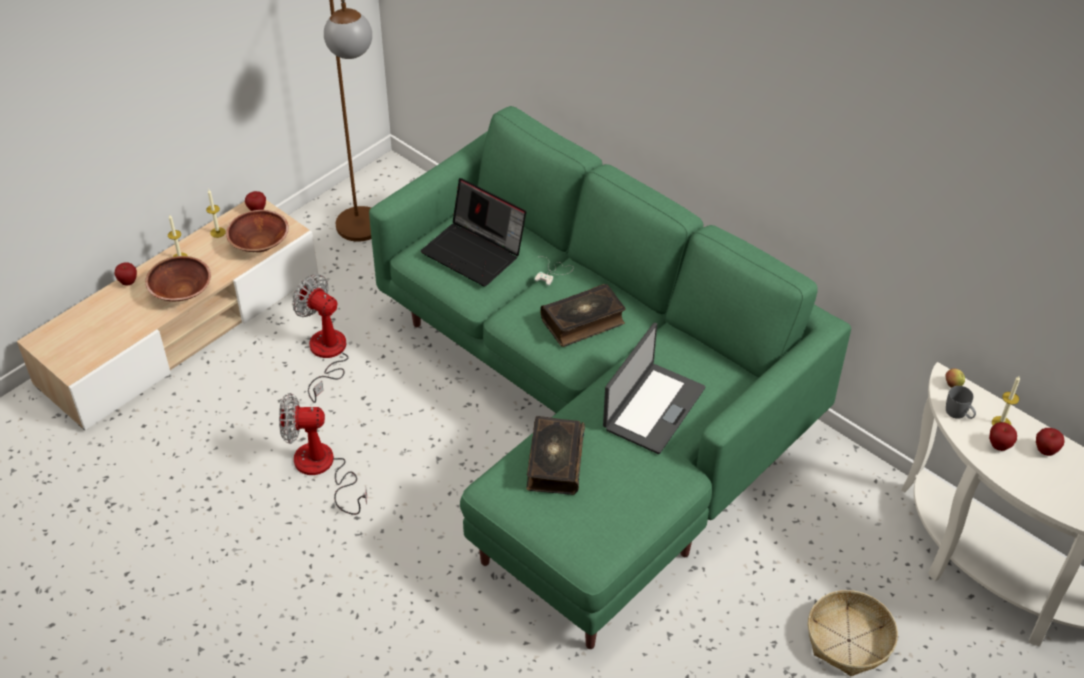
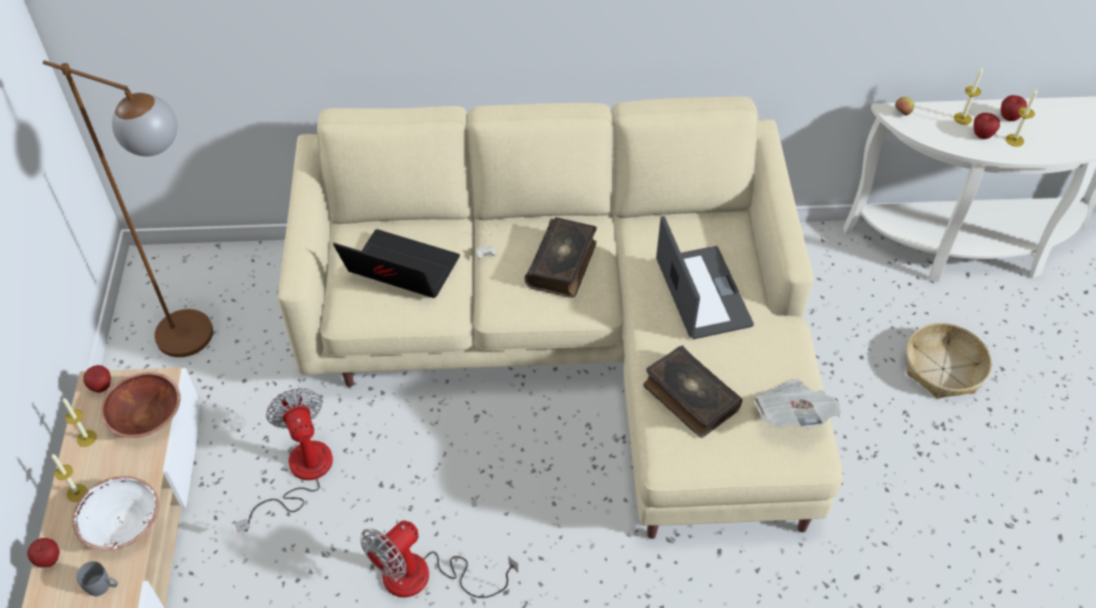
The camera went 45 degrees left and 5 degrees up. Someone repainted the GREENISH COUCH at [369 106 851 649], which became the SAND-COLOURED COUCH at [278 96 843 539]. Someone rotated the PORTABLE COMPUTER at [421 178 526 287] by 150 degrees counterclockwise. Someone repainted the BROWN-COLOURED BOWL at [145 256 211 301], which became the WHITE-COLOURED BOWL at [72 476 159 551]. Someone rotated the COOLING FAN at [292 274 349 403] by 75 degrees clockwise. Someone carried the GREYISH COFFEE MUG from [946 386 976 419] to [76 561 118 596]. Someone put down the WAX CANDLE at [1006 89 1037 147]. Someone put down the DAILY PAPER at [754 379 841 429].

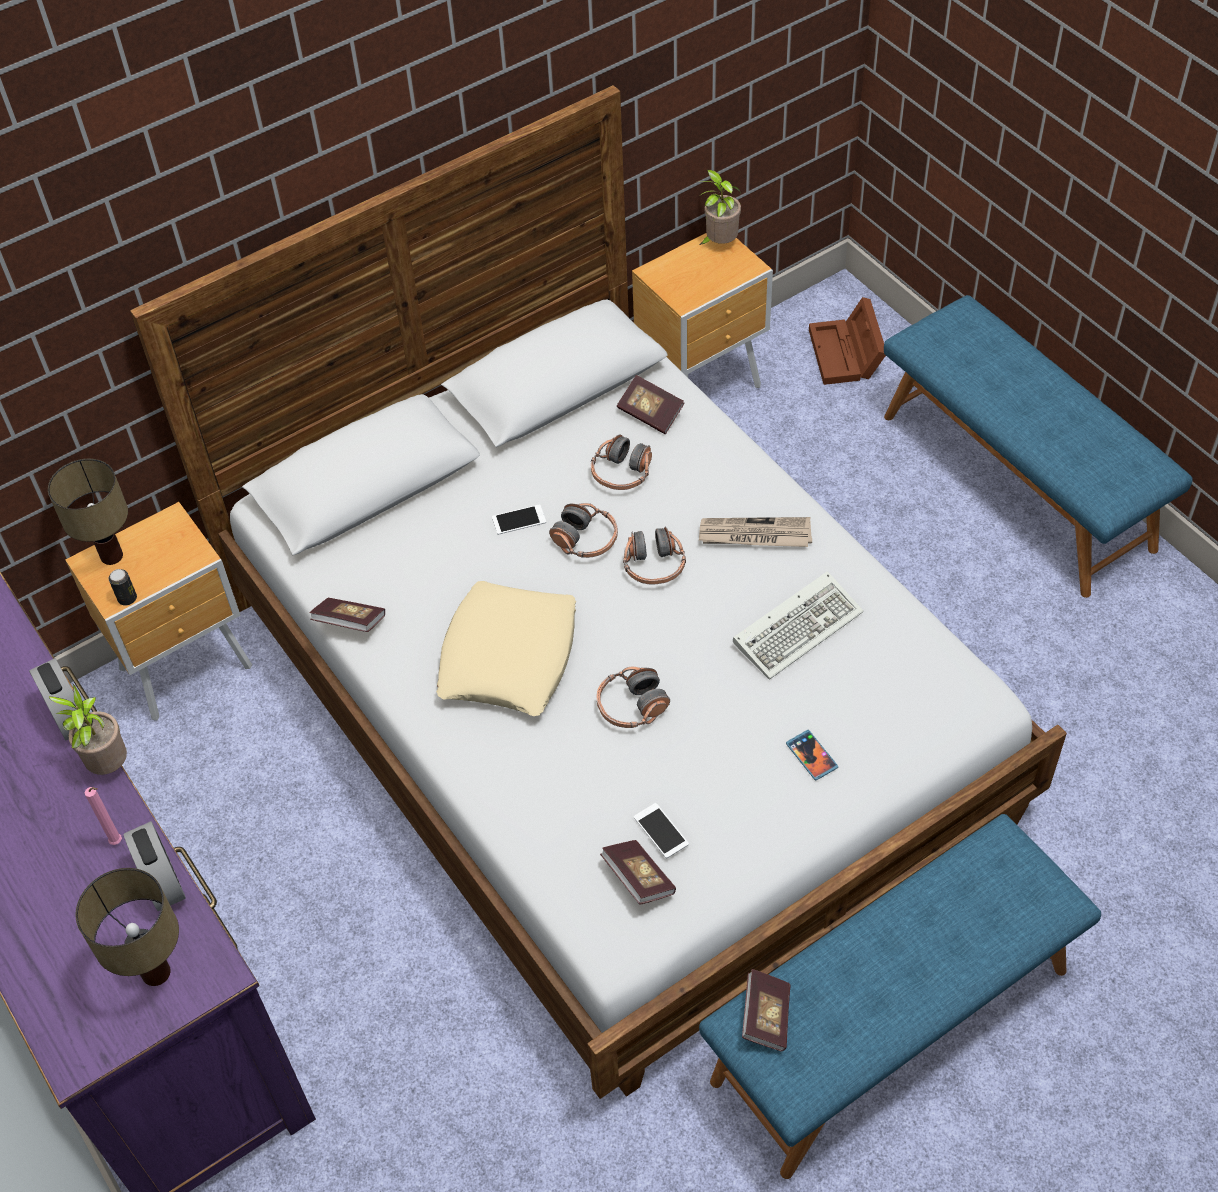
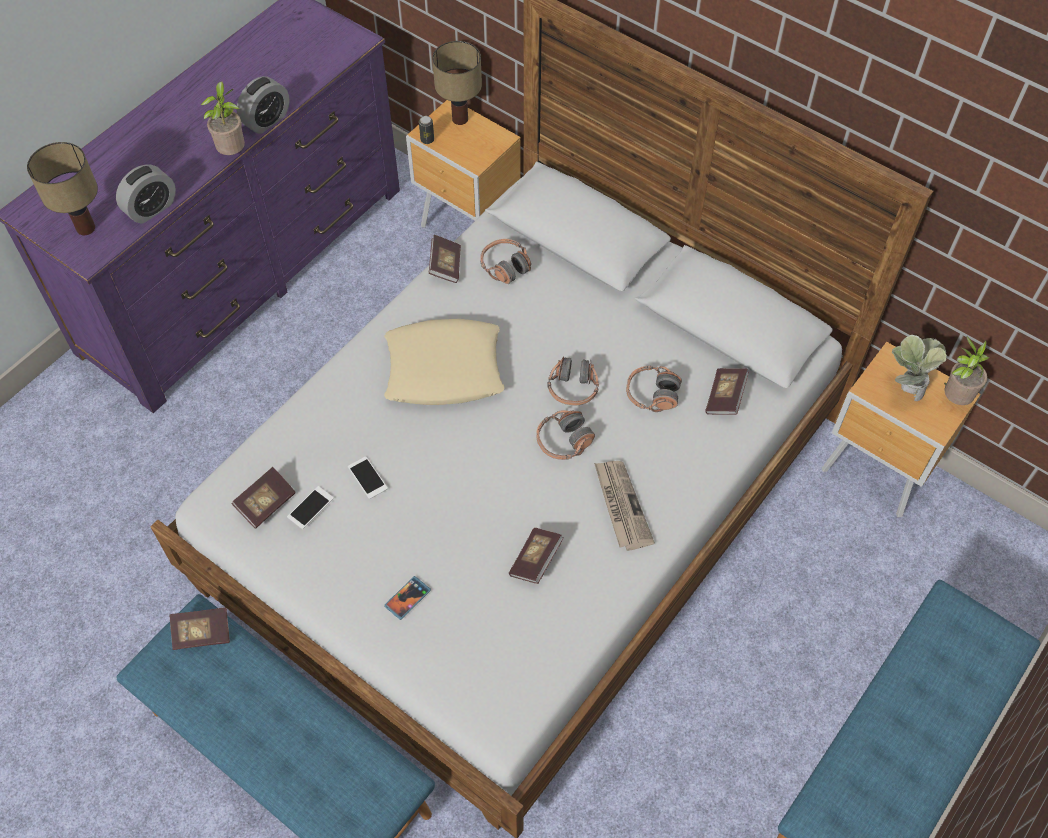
The camera went 70 degrees right and 5 degrees up. Someone took away the BROWN-COLOURED STORAGE BIN at [809 297 886 385]. Someone carried the HANDSET from [492 504 546 535] to [348 456 388 499]. Someone swapped the PC KEYBOARD at [733 571 864 680] for the VOLUME at [509 527 564 584]. Someone carried the HEADPHONES from [597 667 670 728] to [480 239 531 284]. Someone took away the PINKISH WAX CANDLE at [85 787 122 845]. Someone put down the PLANT IN A POT at [892 335 947 401].

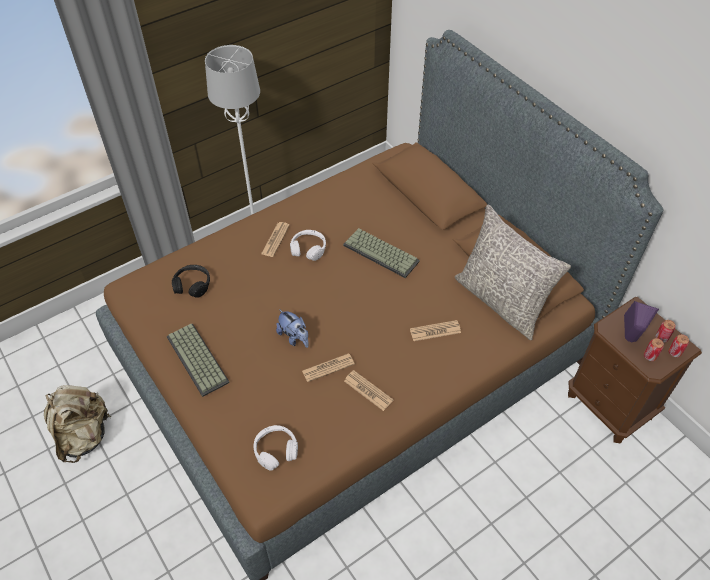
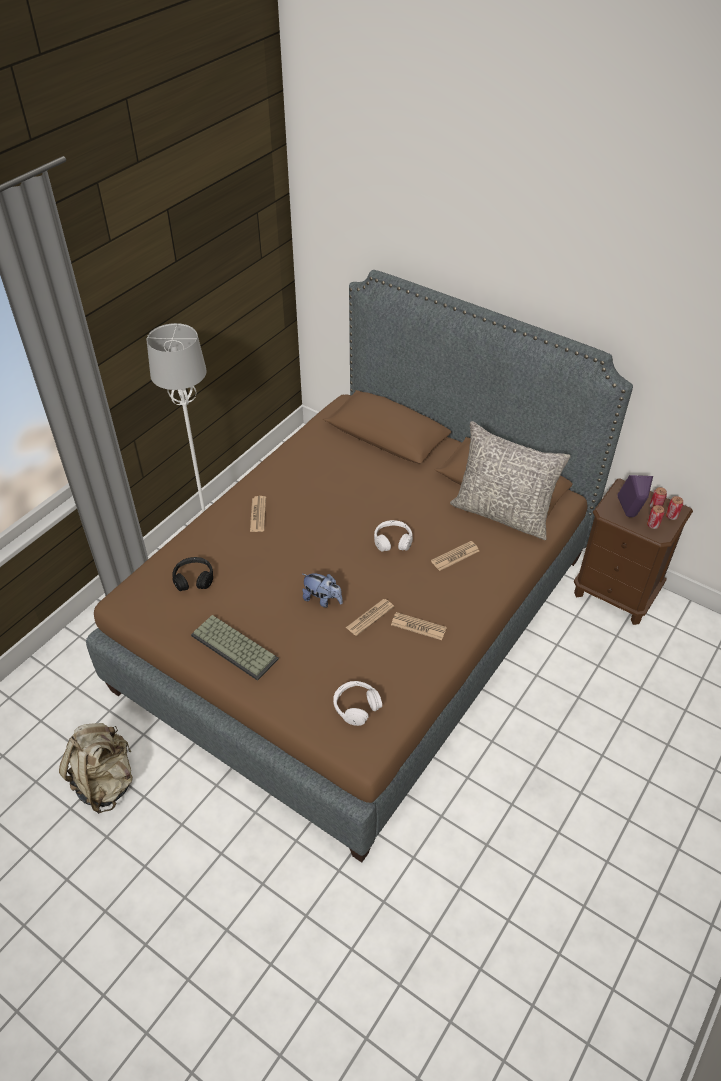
The camera went 20 degrees left and 5 degrees down. Someone took away the PC KEYBOARD at [343 228 420 278]. Someone carried the WHITE-COLOURED HEADPHONES from [290 230 326 261] to [374 520 413 551].

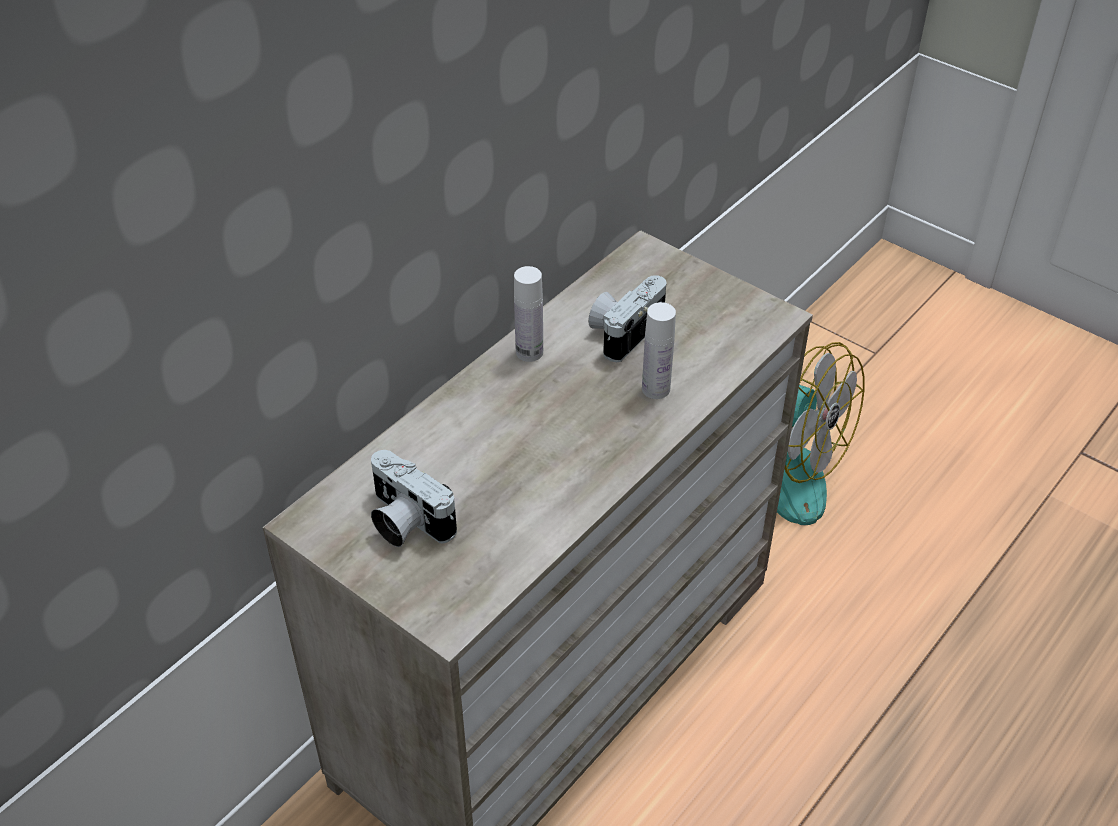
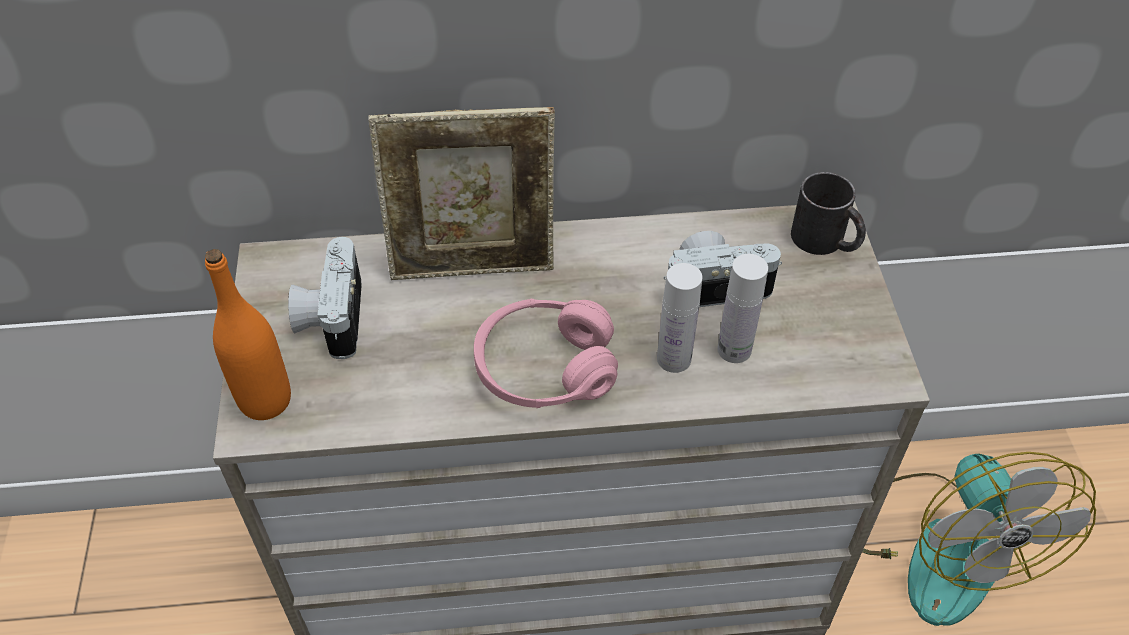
The camera went 45 degrees right and 5 degrees up. Someone carried the WHITE-COLOURED BEVERAGE BOTTLE from [514 266 543 362] to [717 254 768 363]. Someone put down the PICTURE FRAME at [368 107 555 280]. Someone put down the BLACKISH COFFEE MUG at [791 172 866 255]. Someone put down the ORANGE BEVERAGE BOTTLE at [205 249 291 420]. Someone put down the PINKISH HEADPHONES at [474 299 618 408].

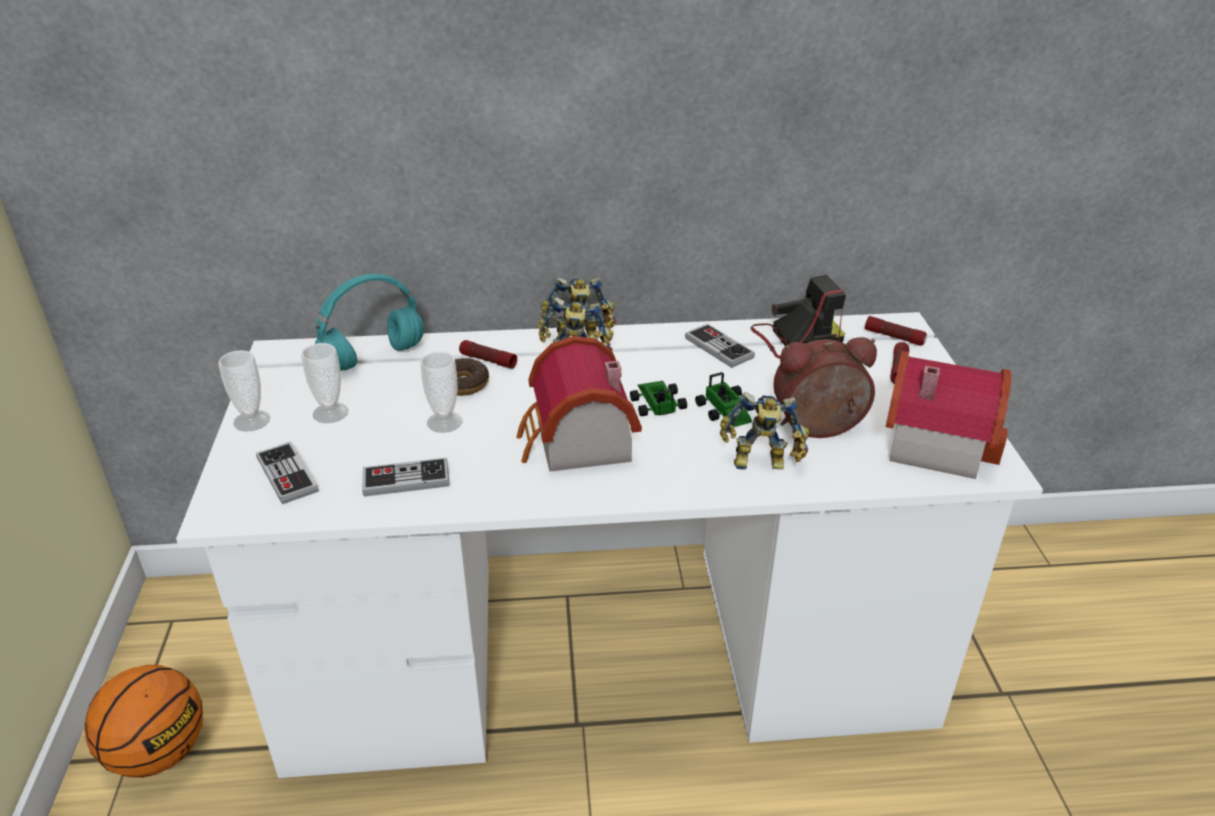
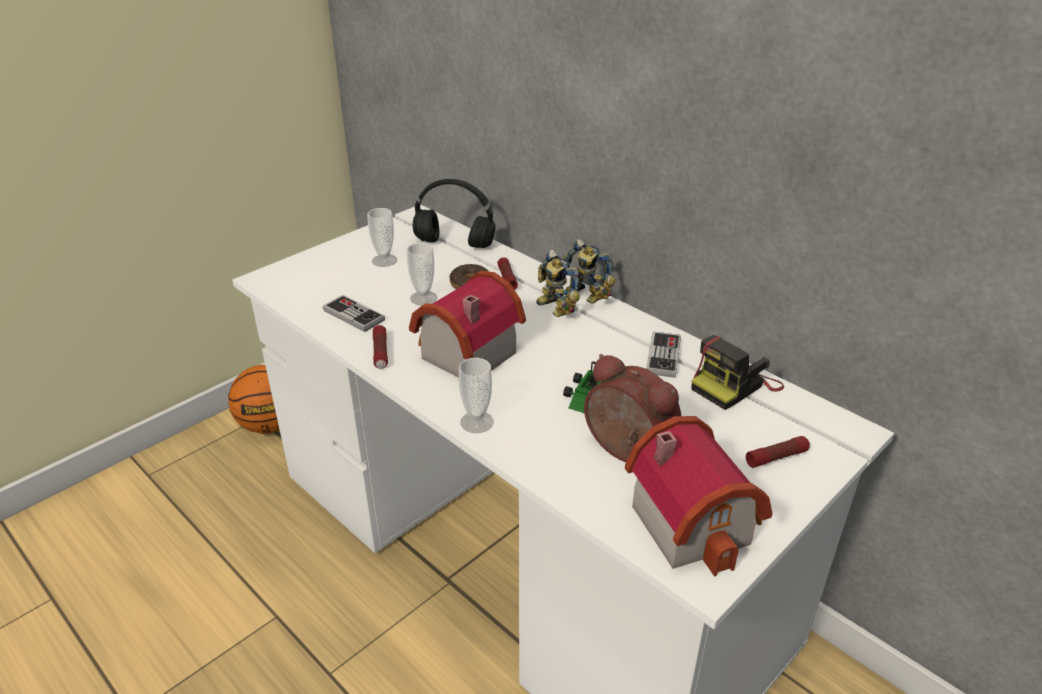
The camera went 50 degrees right and 0 degrees up. Someone repainted the BLUE-GREEN HEADPHONES at [315 273 424 371], which became the BLACKISH HEADPHONES at [413 179 495 248]. Someone rotated the STILL CAMERA at [751 275 846 359] by 105 degrees clockwise. Someone carried the TORCH from [865 316 927 346] to [373 325 388 369]. Someone carried the CUP from [218 350 270 432] to [459 358 494 433]. Someone took away the MINIATURE CAR at [630 381 687 416]. Someone took away the ROBOT FIGURE at [720 392 809 470]. Someone took away the GAME CONTROLLER at [256 442 319 504].

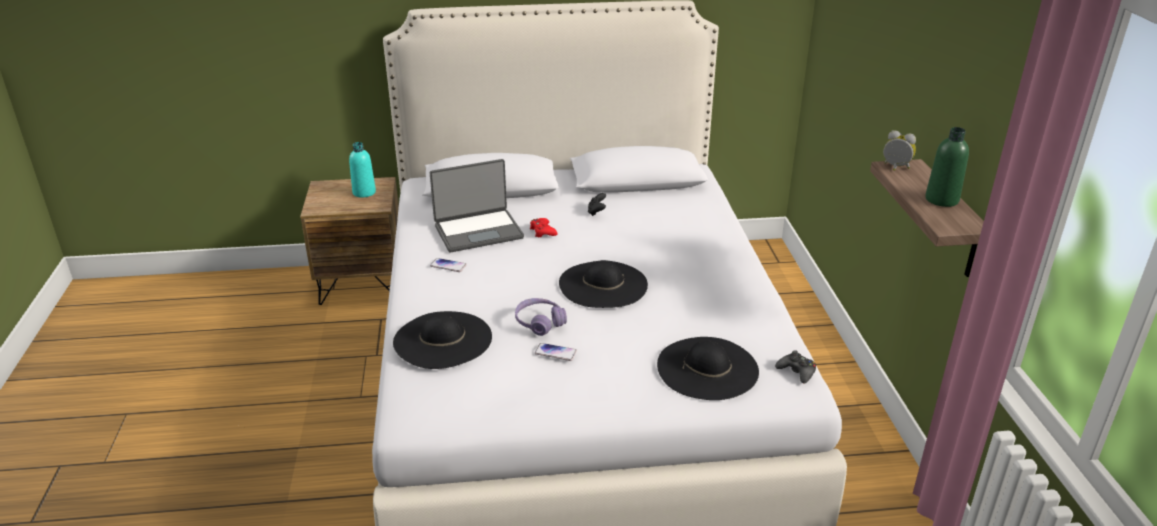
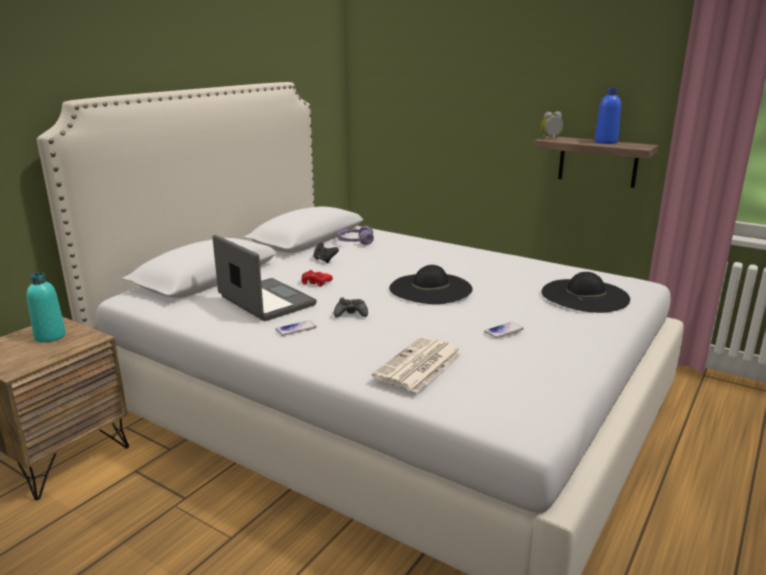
The camera went 50 degrees left and 10 degrees down. Someone repainted the GREENISH BEVERAGE BOTTLE at [925 127 969 207], which became the BLUISH BEVERAGE BOTTLE at [594 88 621 144]. Someone rotated the PORTABLE COMPUTER at [430 159 524 253] by 60 degrees counterclockwise. Someone carried the PURPLISH HEADPHONES from [515 298 567 336] to [338 226 374 245]. Someone swapped the BLACKISH WEARABLE HAT at [393 311 492 369] for the DAILY PAPER at [372 337 462 393]. Someone carried the BLACKISH GAME CONTROLLER from [775 350 816 384] to [334 298 368 317].

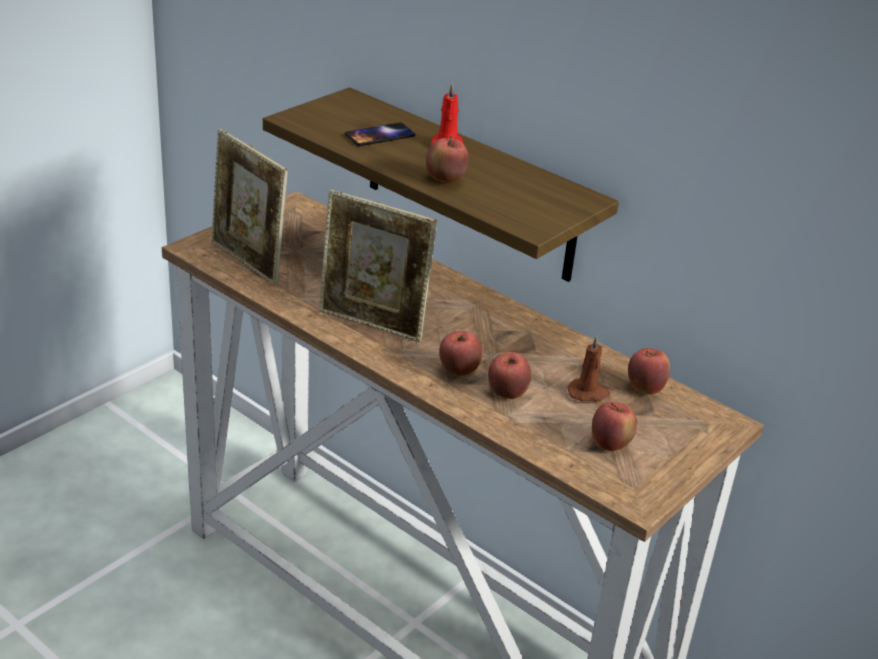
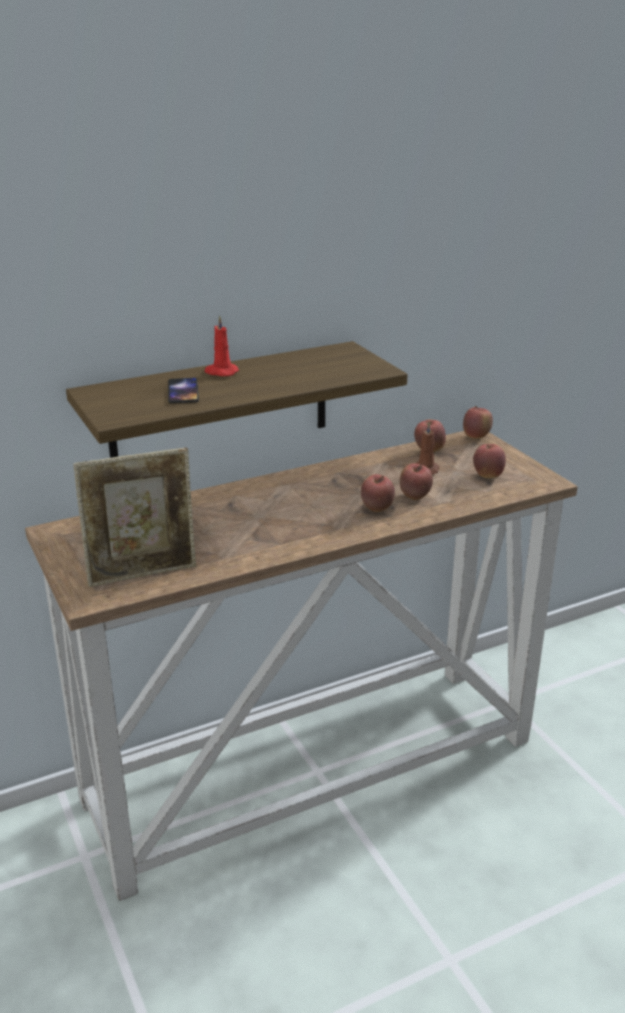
The camera went 65 degrees left and 5 degrees down. Someone carried the APPLE from [426 136 469 183] to [463 406 493 439]. Someone took away the PICTURE FRAME at [319 190 437 342].

